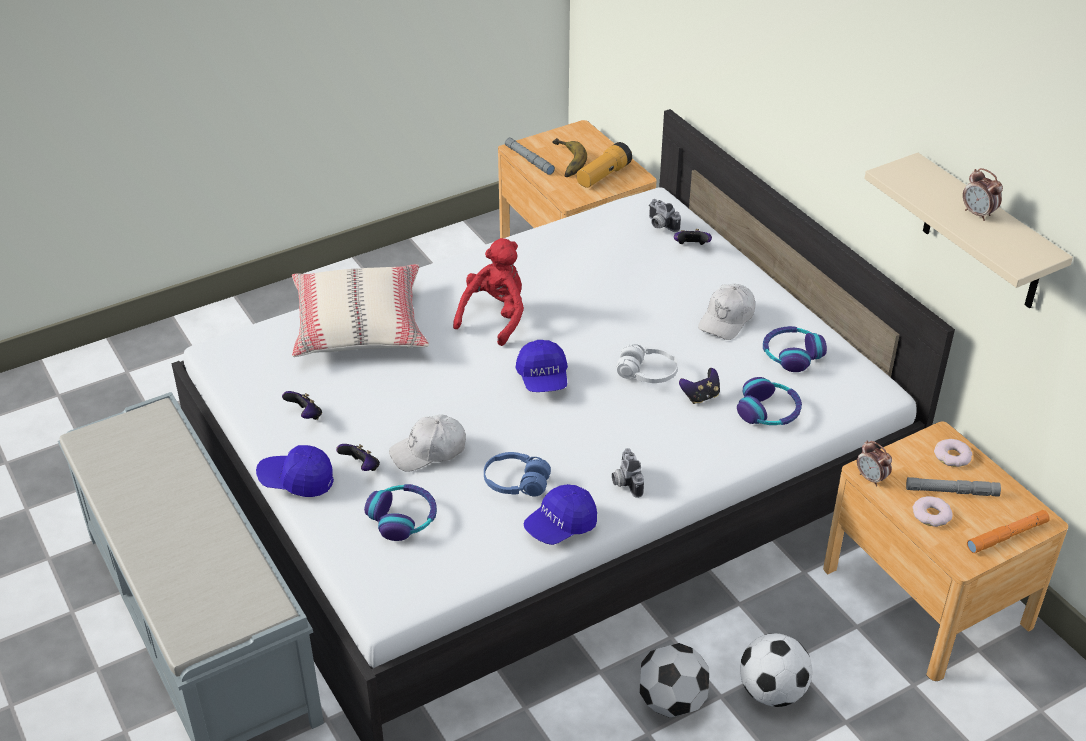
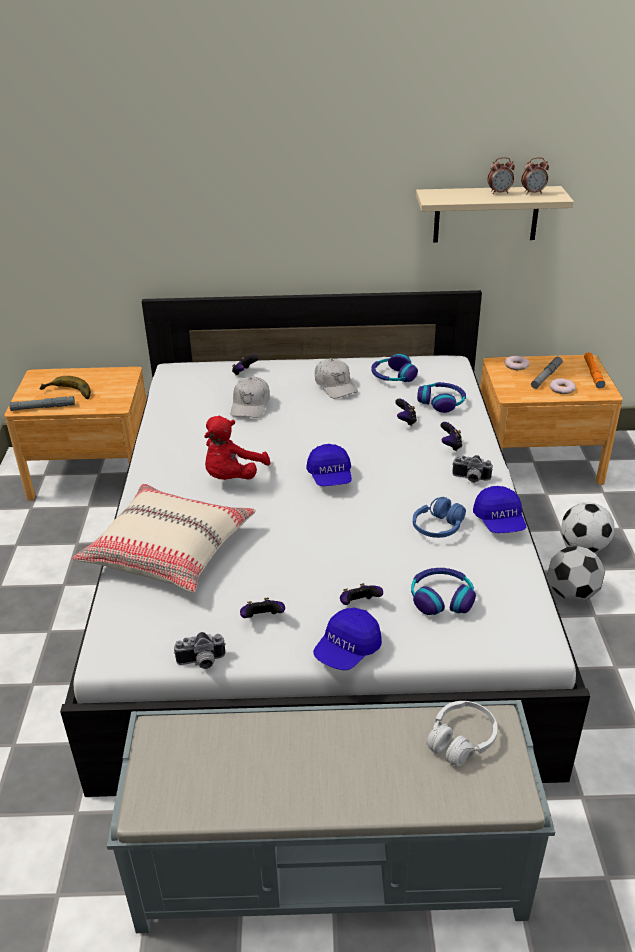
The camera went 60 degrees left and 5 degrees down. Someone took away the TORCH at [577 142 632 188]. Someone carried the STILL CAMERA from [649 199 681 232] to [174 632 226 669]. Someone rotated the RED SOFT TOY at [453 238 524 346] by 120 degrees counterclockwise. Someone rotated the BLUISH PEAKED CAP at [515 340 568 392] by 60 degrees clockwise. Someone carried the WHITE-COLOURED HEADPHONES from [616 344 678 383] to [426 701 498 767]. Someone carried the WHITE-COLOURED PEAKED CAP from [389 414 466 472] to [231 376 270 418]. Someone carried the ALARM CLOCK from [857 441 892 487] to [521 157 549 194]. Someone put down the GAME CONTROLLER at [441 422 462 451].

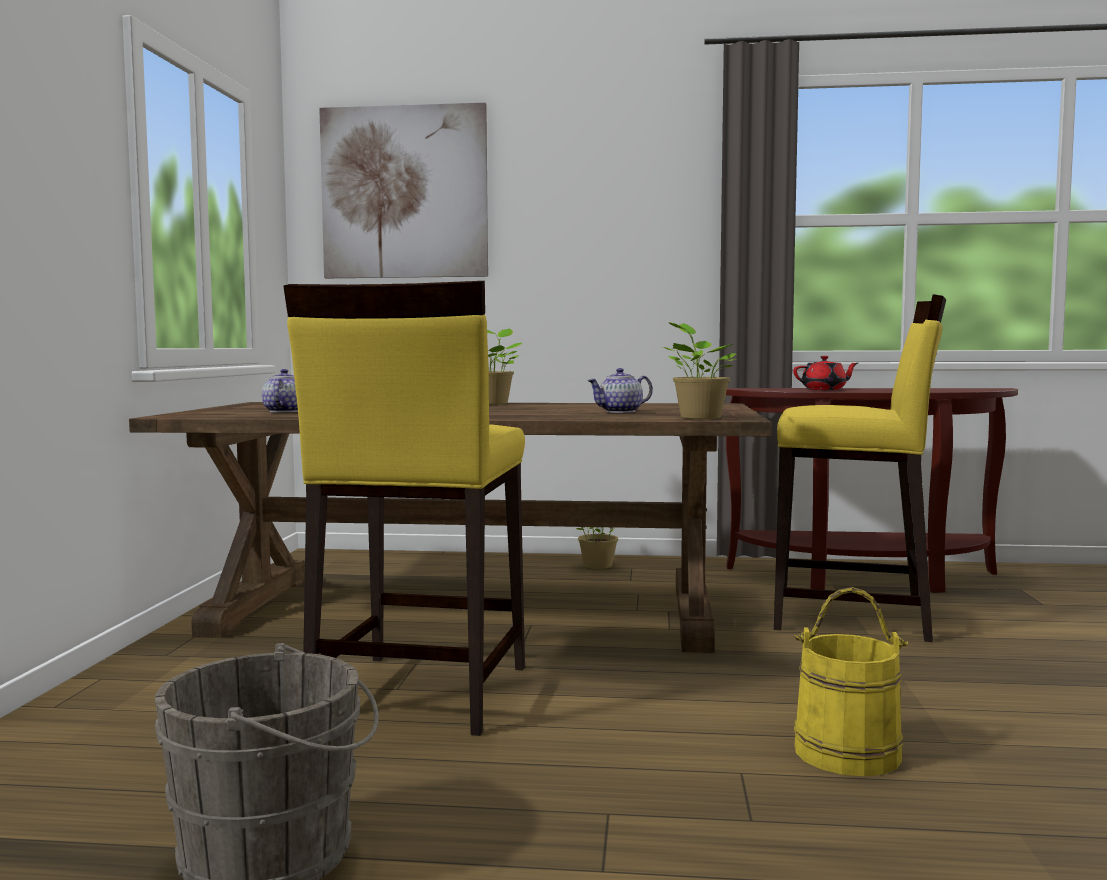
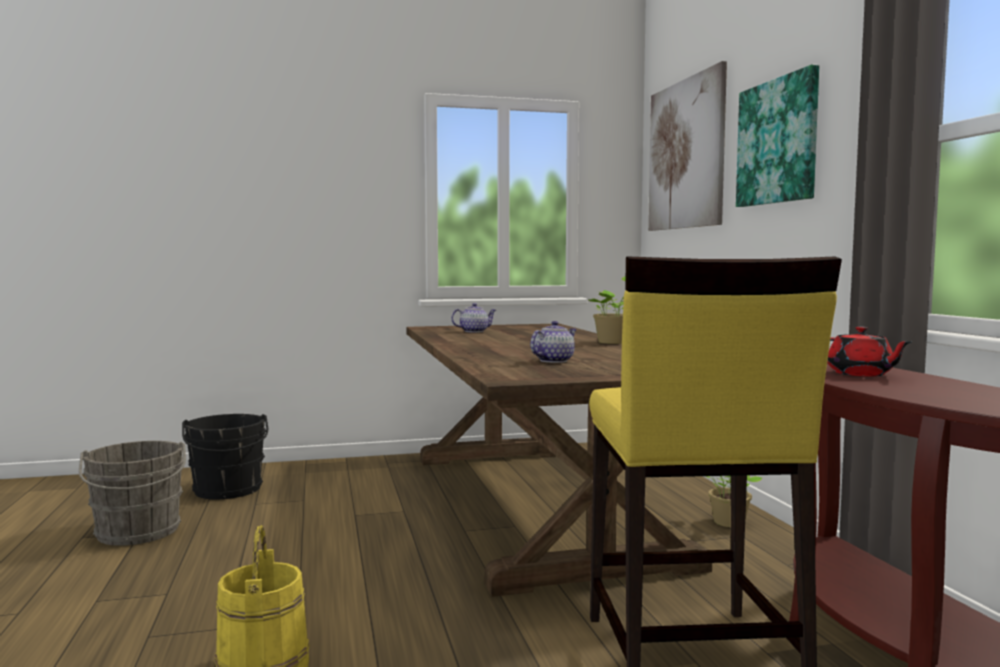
The camera went 70 degrees right and 0 degrees up. Someone took away the YELLOWISH STOOL SEAT at [283 281 525 736]. Someone took away the PLANT IN A POT at [663 322 737 419]. Someone rotated the TEA POT at [587 368 653 413] by 90 degrees clockwise. Someone put up the WALL PICTURE at [736 64 819 207]. Someone put down the BLACKISH WATER BUCKET at [182 414 268 499].

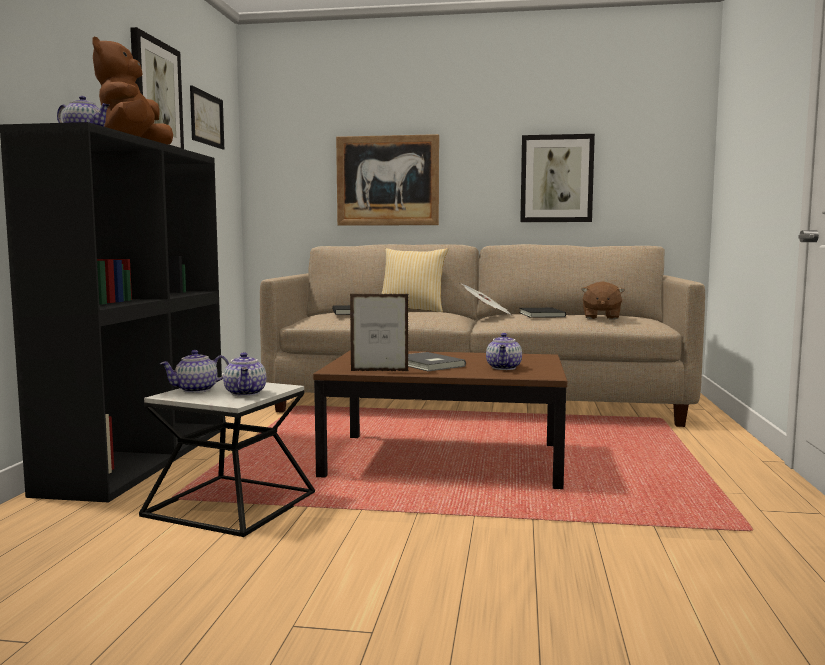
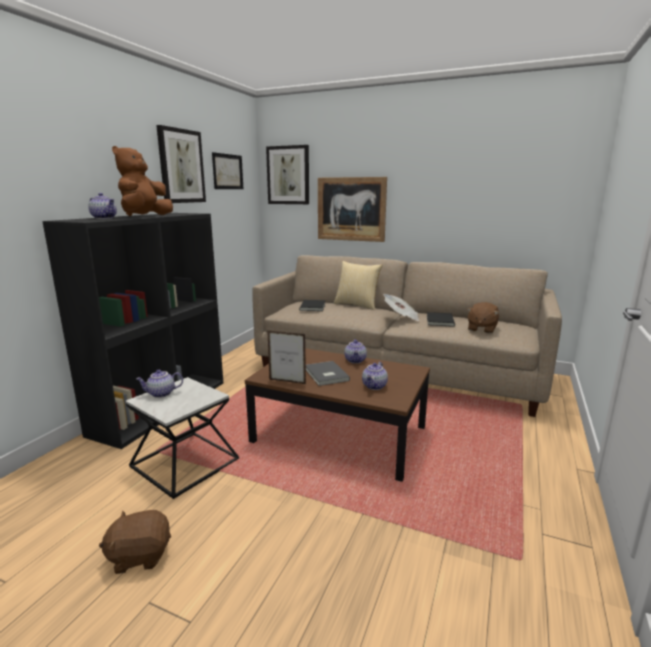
The camera went 15 degrees right and 10 degrees up. Someone carried the WALL PICTURE from [520 134 595 222] to [266 145 309 204]. Someone carried the TEA POT from [223 352 266 396] to [344 339 367 363]. Someone put down the BROWN-COLOURED SOFT TOY at [99 510 171 574].

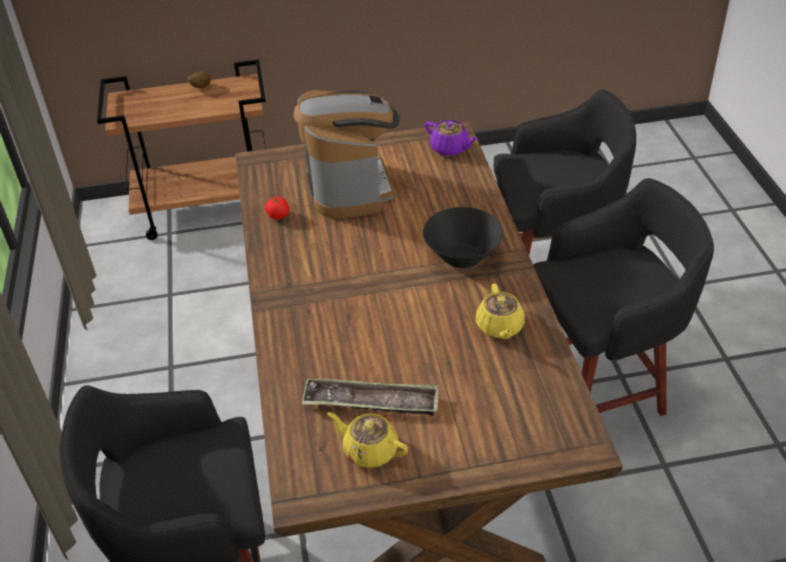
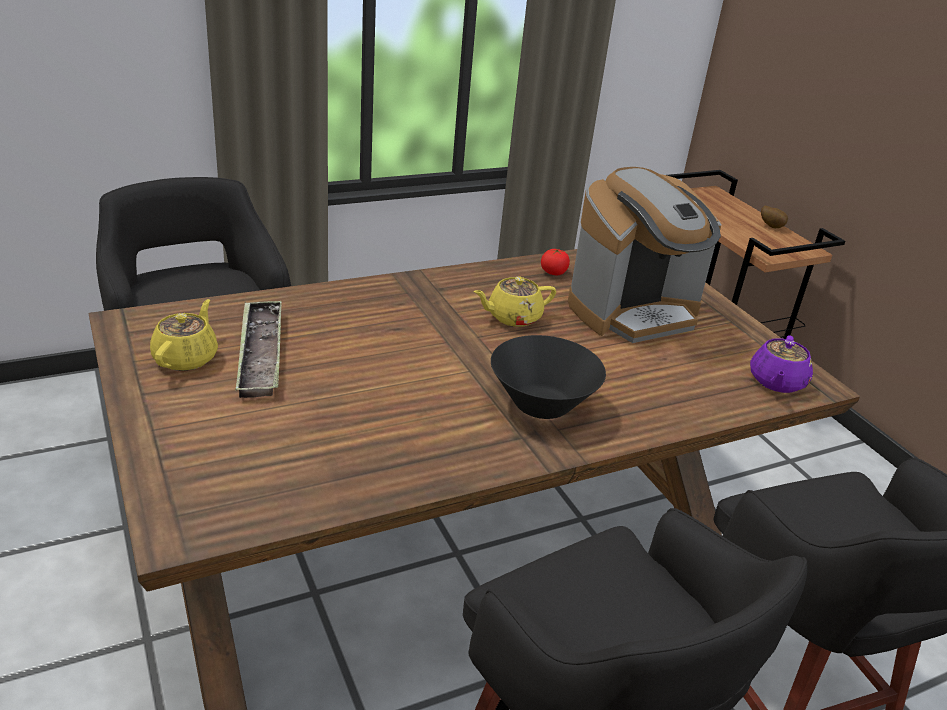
The camera went 70 degrees right and 10 degrees down. Someone carried the YELLOWISH TEA POT from [476 284 525 339] to [473 277 556 327].

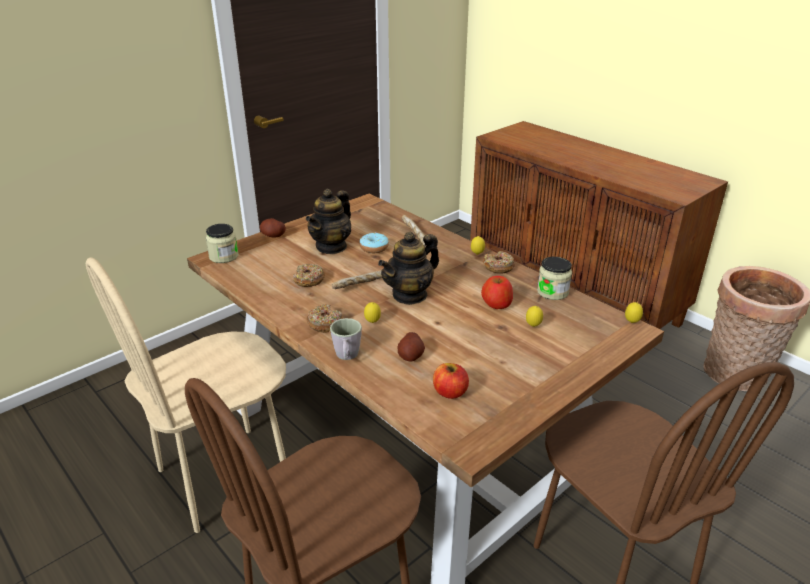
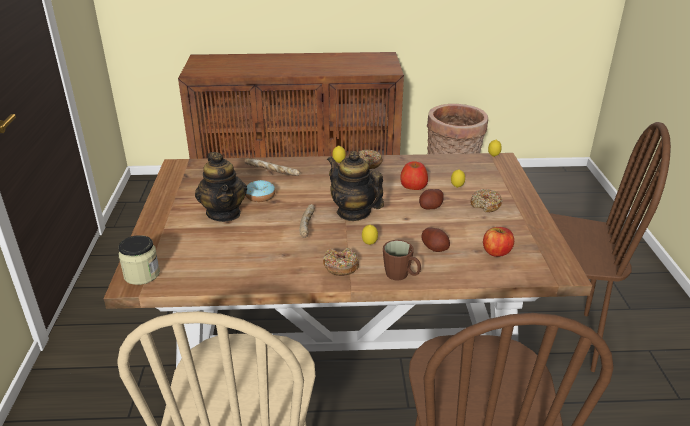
The camera went 50 degrees left and 0 degrees up. Someone carried the WHOLE POTATO from [260 218 286 237] to [419 189 444 209]. Someone rotated the TEA POT at [378 232 439 305] by 135 degrees clockwise. Someone took away the JAR at [537 257 572 300]. Someone carried the DOUGHNUT from [293 264 325 287] to [470 189 503 212]. Someone repainted the GREYISH COFFEE MUG at [330 318 362 360], which became the BROWN-COLOURED COFFEE MUG at [383 240 421 281].

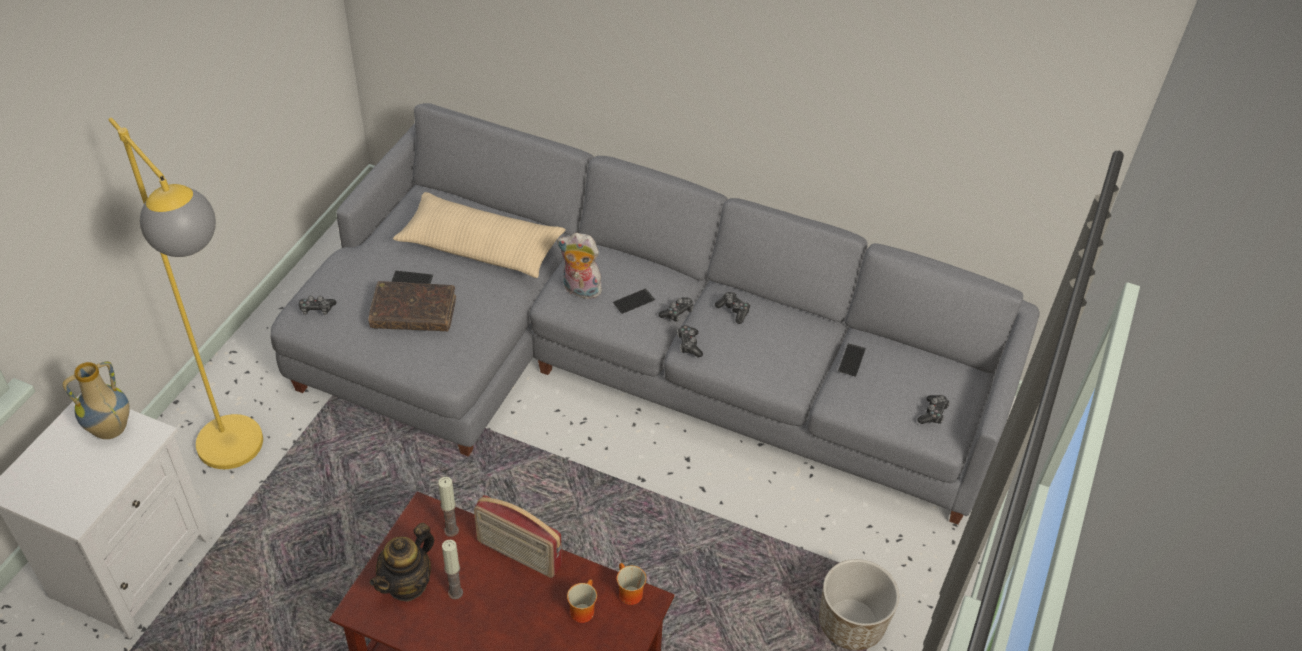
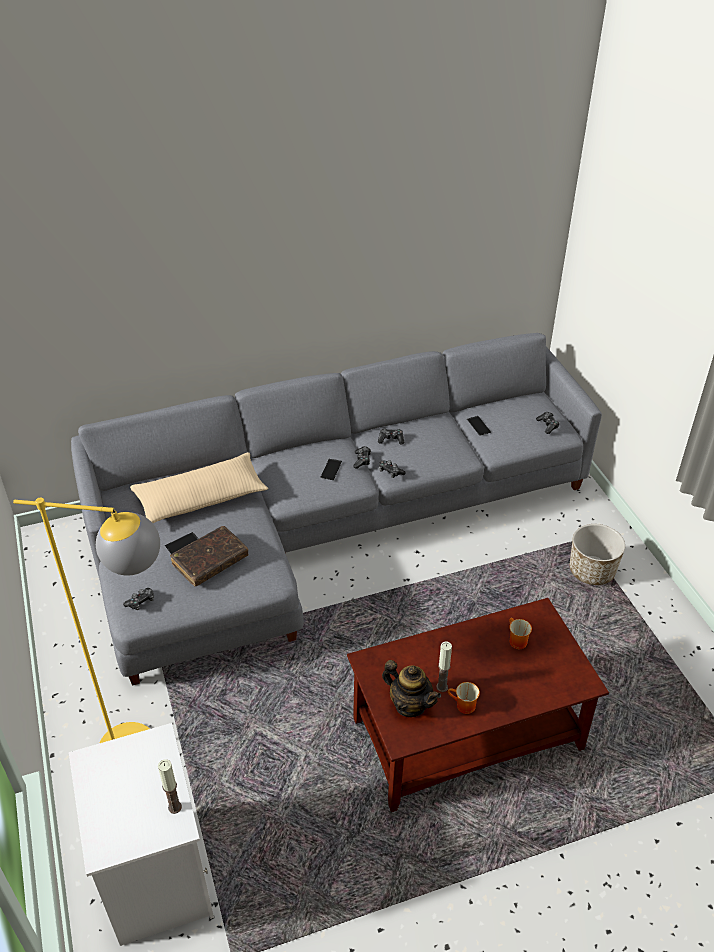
The camera went 40 degrees left and 5 degrees down. Someone took away the SOFT TOY at [557 233 605 299]. Someone took away the VASE at [62 361 130 439]. Someone carried the WAX CANDLE from [438 477 459 537] to [158 759 182 814]. Someone took away the RADIO at [474 495 562 578]. Someone rotated the TEA POT at [369 523 434 602] by 45 degrees counterclockwise. Someone carried the COFFEE MUG from [617 563 646 605] to [448 682 480 714].

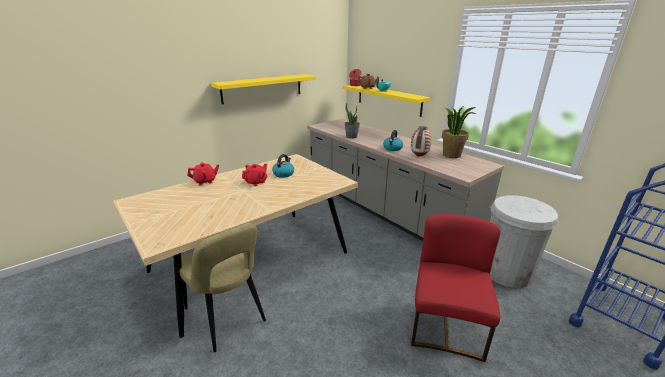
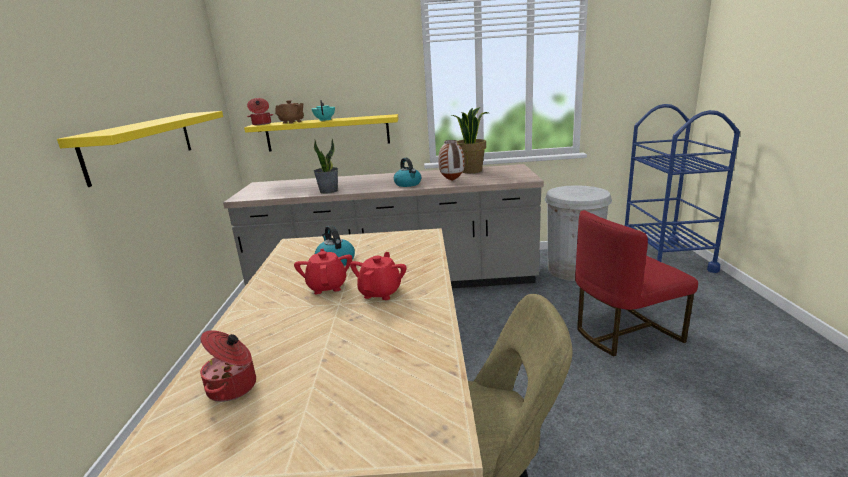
The camera went 50 degrees left and 5 degrees down. Someone carried the RED TEA POT from [188 162 219 185] to [350 252 406 300]. Someone rotated the RED CHAIR at [411 214 501 362] by 75 degrees counterclockwise. Someone put down the STOCKPOT at [200 330 256 402].

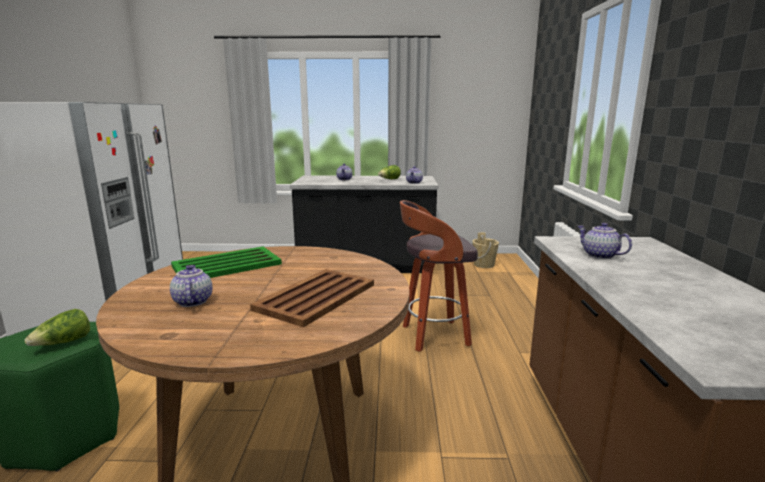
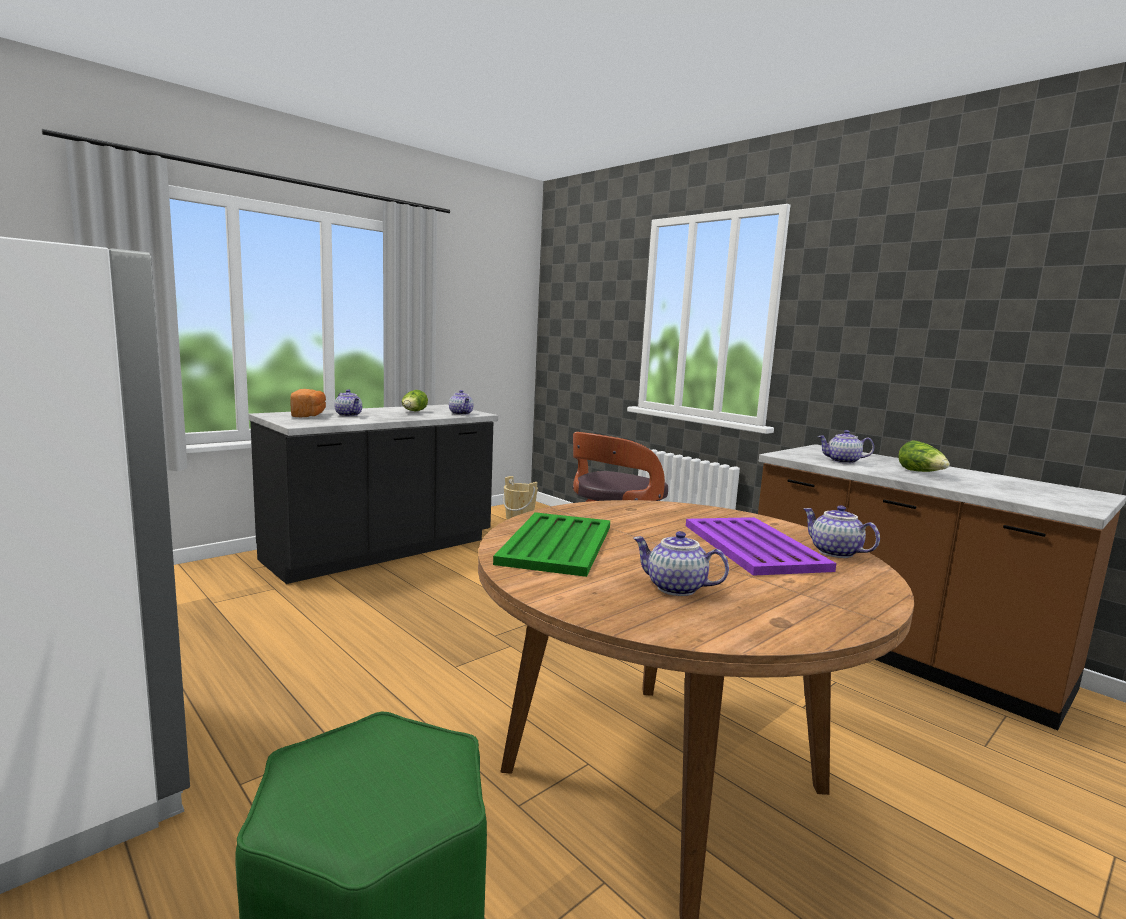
The camera went 45 degrees left and 5 degrees down. Someone repainted the BROWN-COLOURED SERVING TRAY at [250 269 374 327], which became the PURPLISH SERVING TRAY at [686 517 837 576]. Someone carried the LETTUCE HEAD from [24 309 90 346] to [898 441 950 472]. Someone put down the BAKED BREAD at [290 389 326 417]. Someone put down the TEA POT at [803 506 880 558].

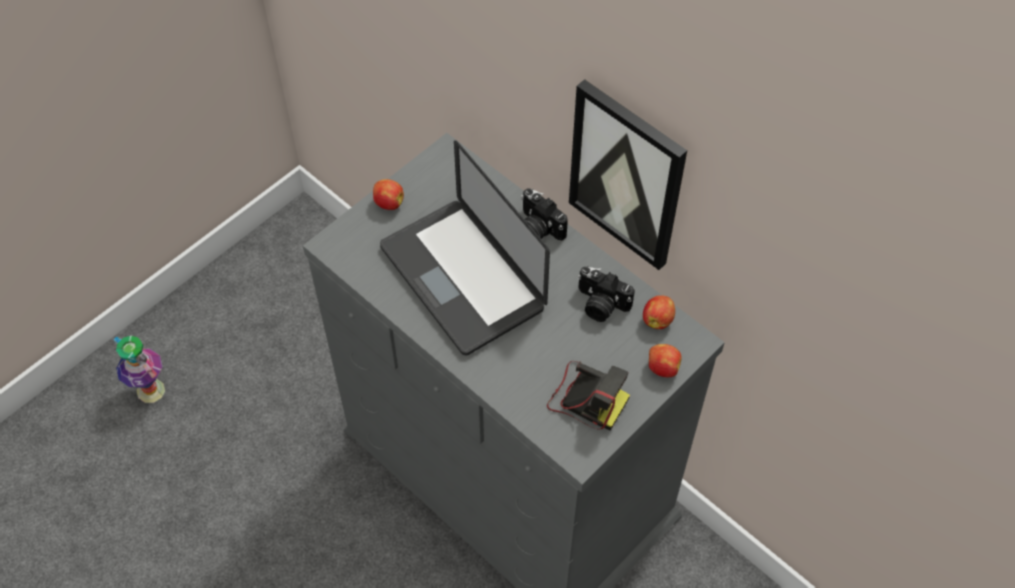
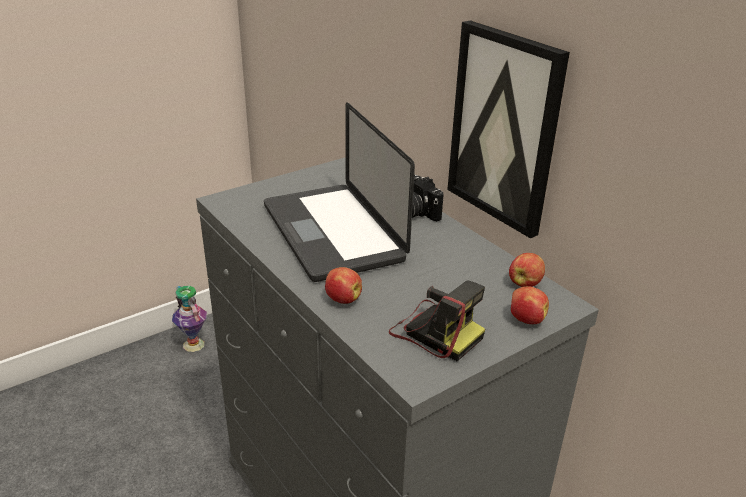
The camera went 10 degrees right and 25 degrees down. Someone carried the APPLE from [373 179 404 210] to [325 267 362 304]. Someone took away the STILL CAMERA at [578 267 635 322]. Someone carried the VASE from [114 336 165 403] to [172 286 207 352].

